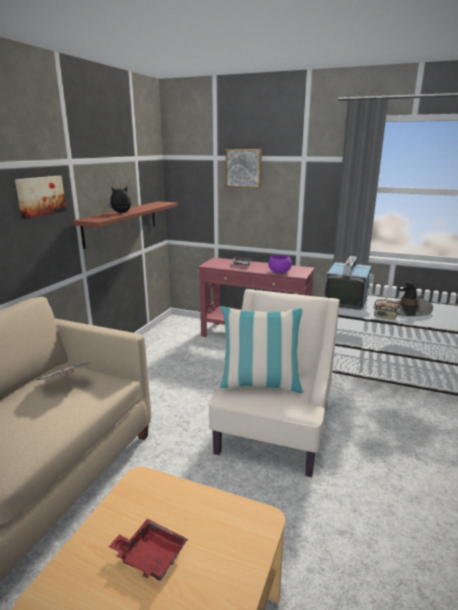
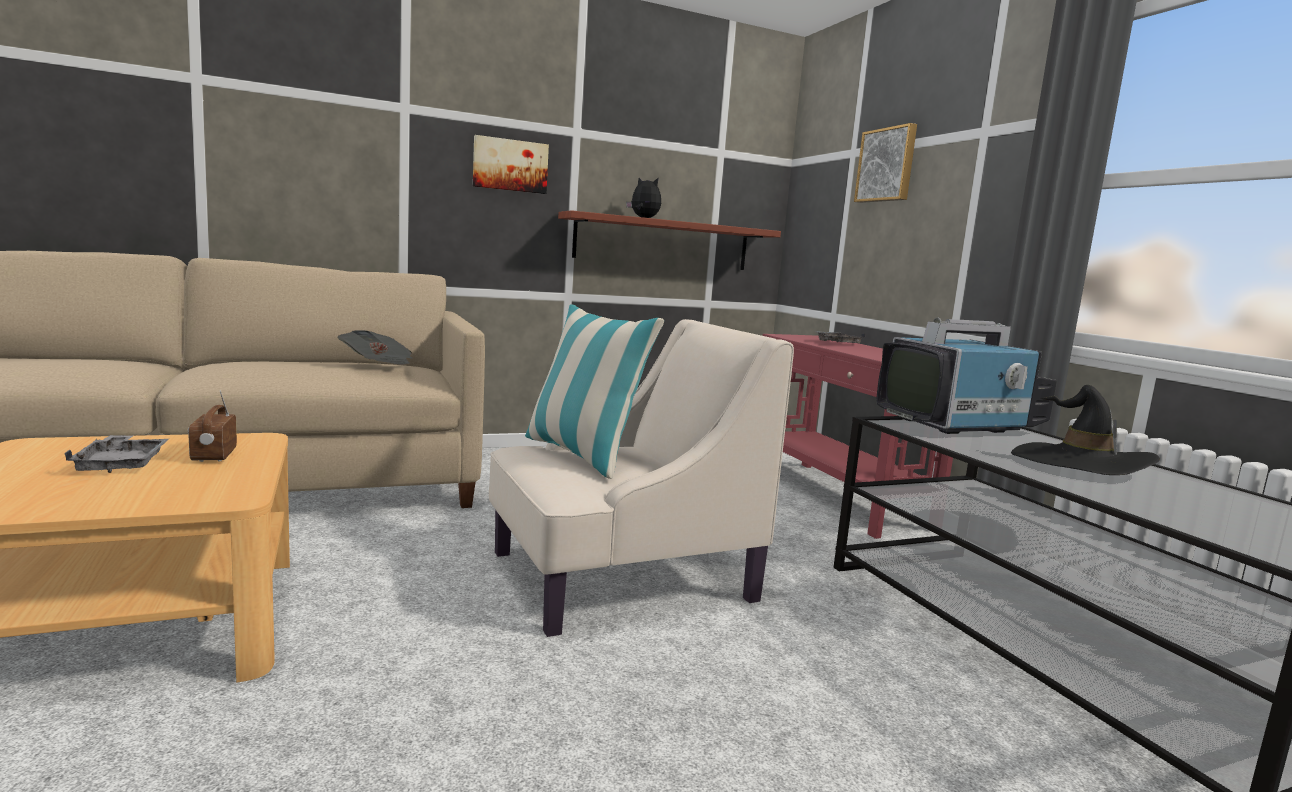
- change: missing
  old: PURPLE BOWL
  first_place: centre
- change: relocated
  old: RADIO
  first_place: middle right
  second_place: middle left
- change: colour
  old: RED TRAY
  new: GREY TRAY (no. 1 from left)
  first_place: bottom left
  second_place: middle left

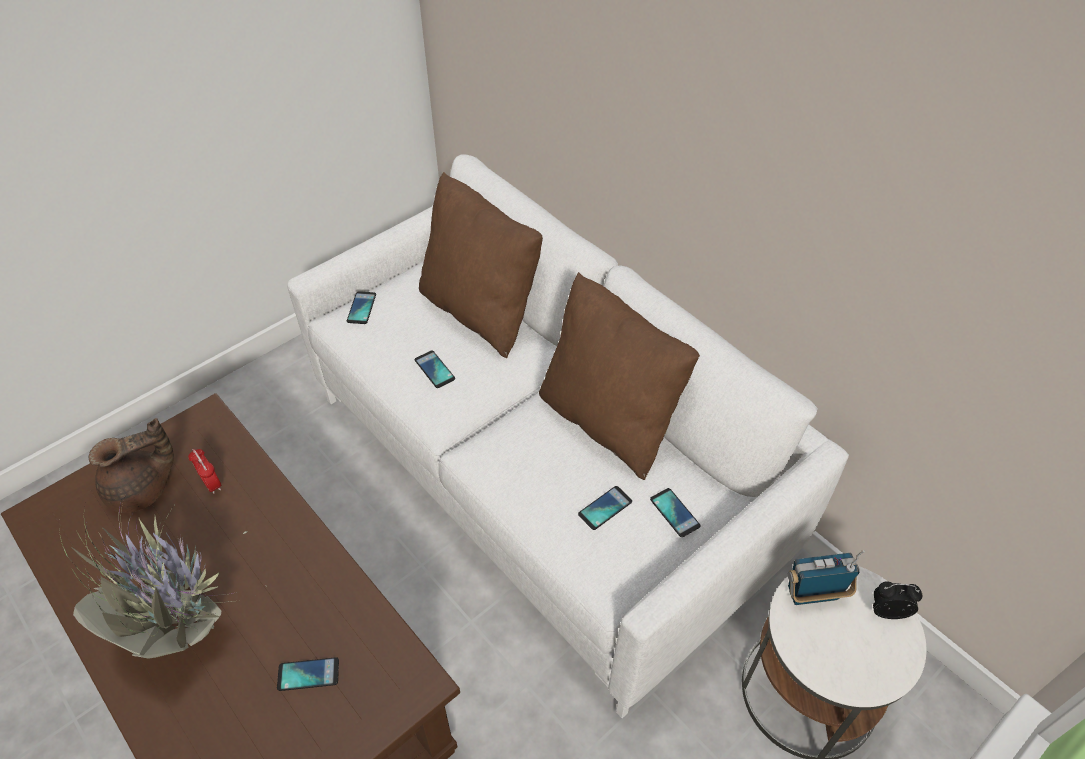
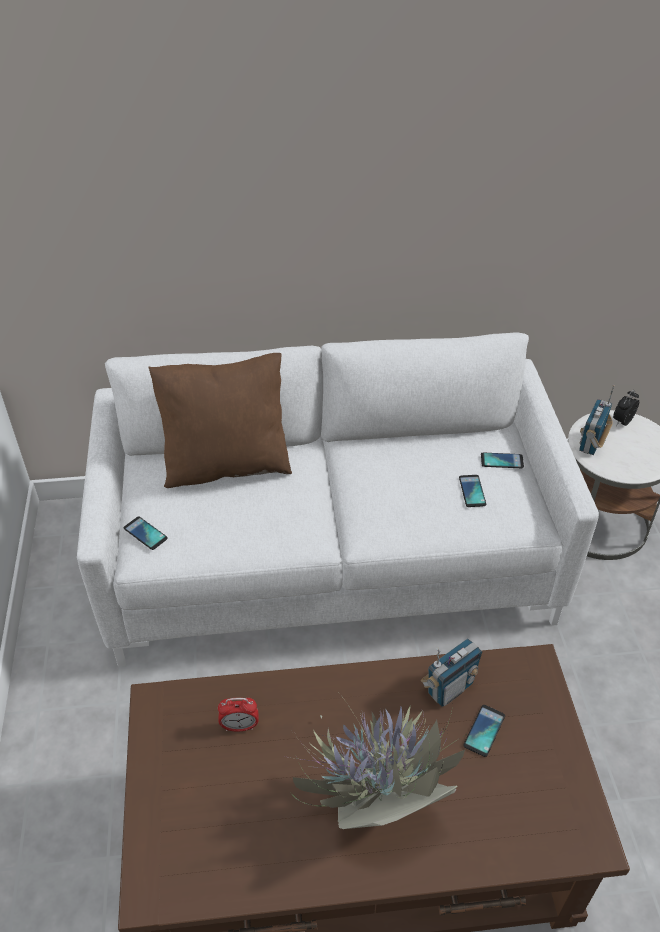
- change: missing
  old: BROWN TEAPOT
  first_place: middle left
- change: missing
  old: PHONE (no. 3 from left)
  first_place: centre
- change: missing
  old: BROWN PILLOW (no. 2 from left)
  first_place: centre
- change: appeared
  new: RADIO (no. 1 from left)
  second_place: bottom right

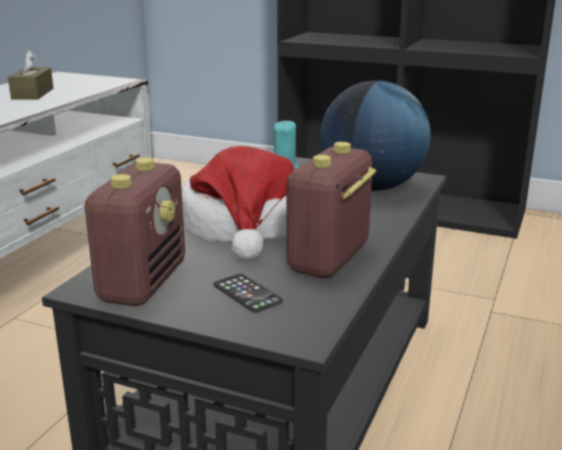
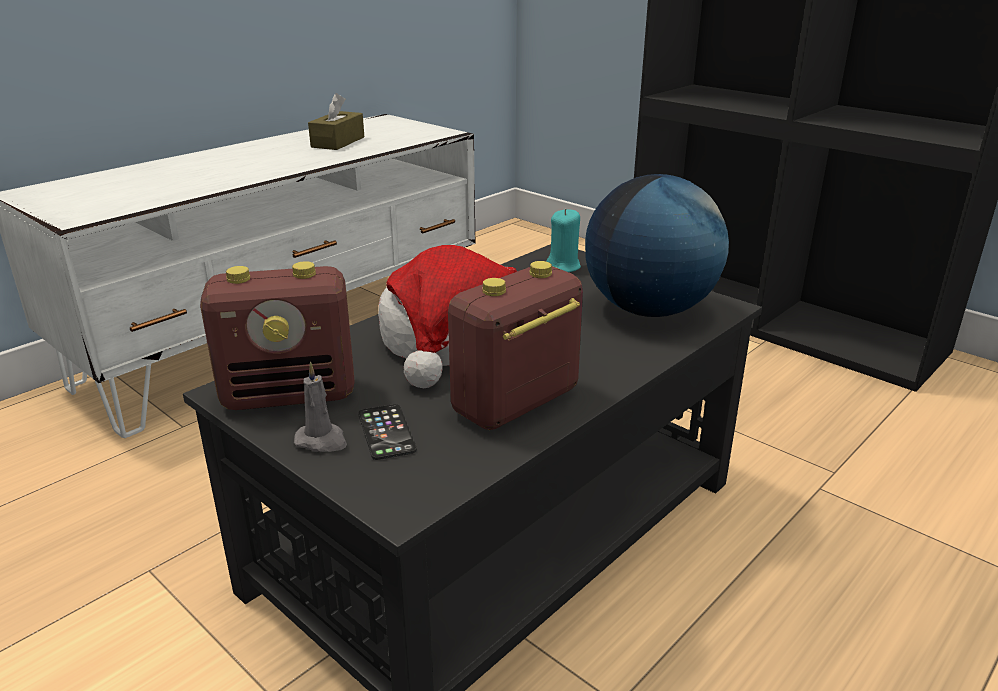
- change: appeared
  new: GREY CANDLE
  second_place: middle left
- change: spun
  old: RADIO (no. 1 from left)
  first_place: middle left
  second_place: middle left
  degrees: 45

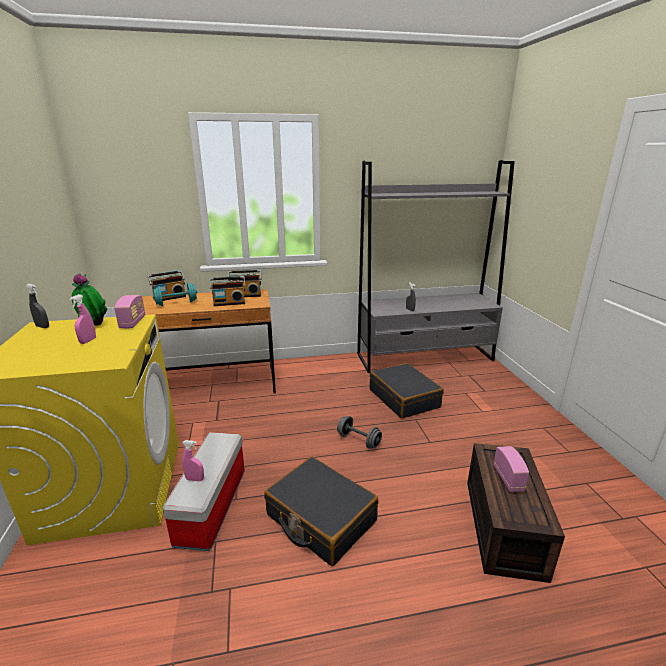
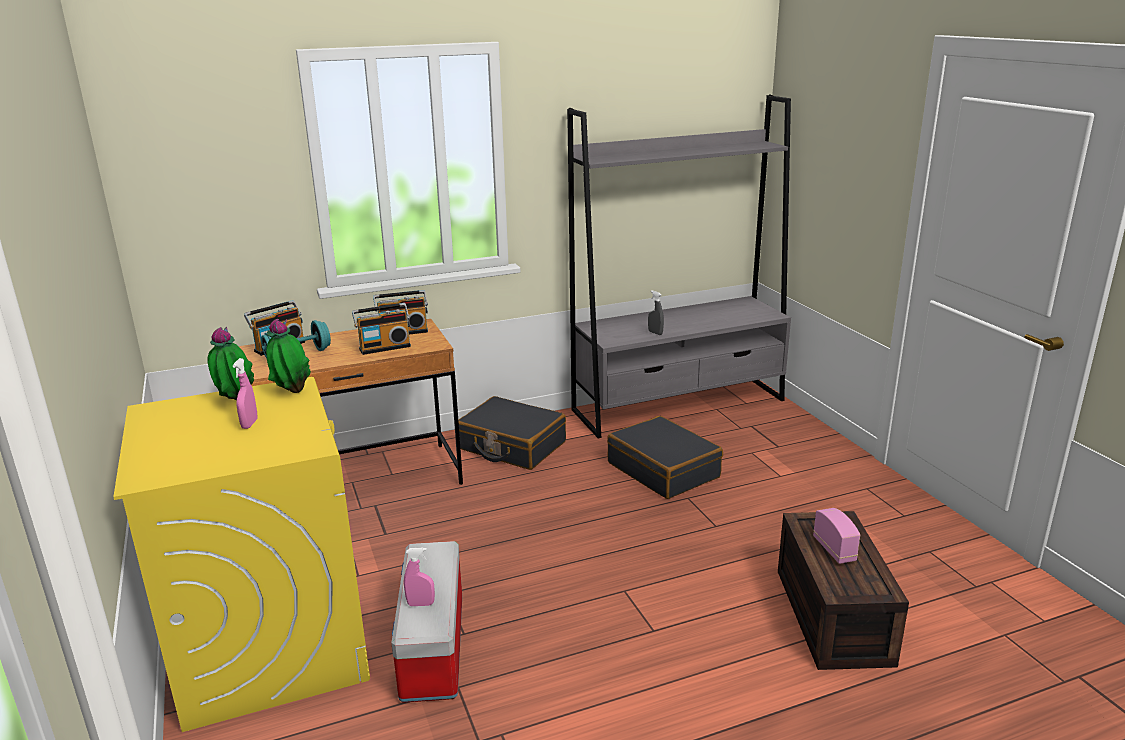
- change: missing
  old: GREY SPRAY BOTTLE (no. 1 from left)
  first_place: middle left
- change: missing
  old: GREY DUMBBELL
  first_place: centre
- change: relocated
  old: BLACK SUITCASE (no. 1 from left)
  first_place: bottom centre
  second_place: centre
- change: exchanged
  old: RADIO (no. 1 from left)
  new: POTTED PLANT (no. 2 from left)
  first_place: middle left
  second_place: middle left

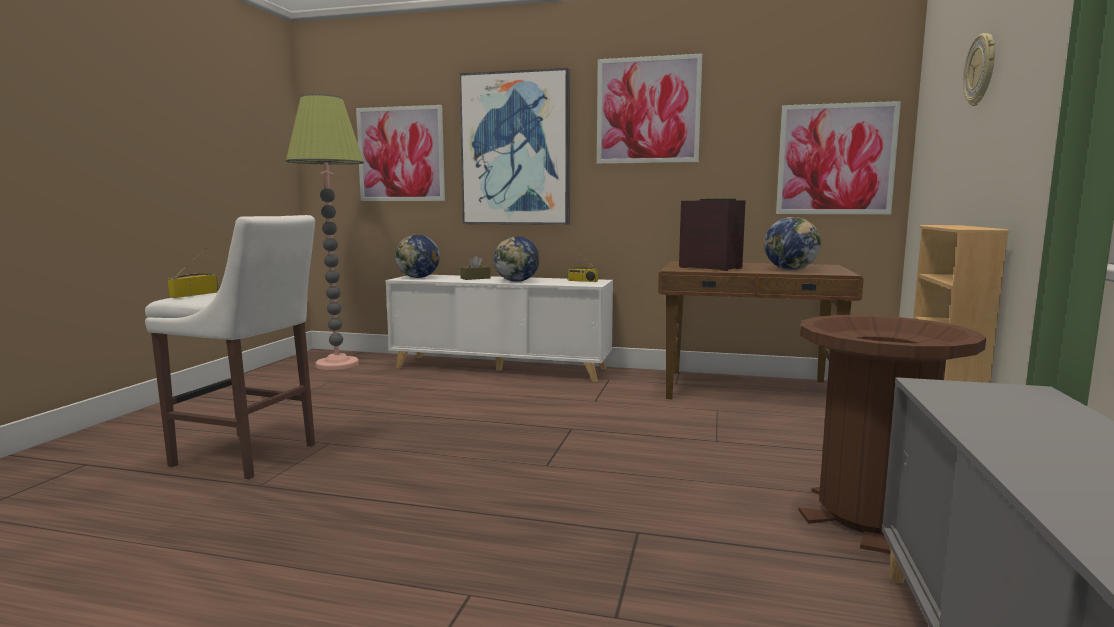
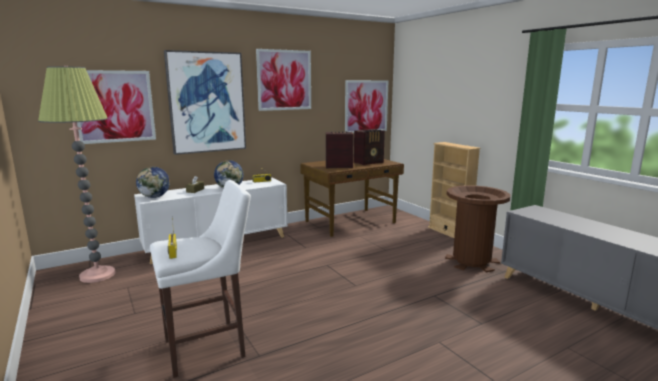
- change: missing
  old: WALL CLOCK
  first_place: top right
- change: exchanged
  old: GLOBE (no. 3 from left)
  new: RADIO (no. 4 from left)
  first_place: middle right
  second_place: centre

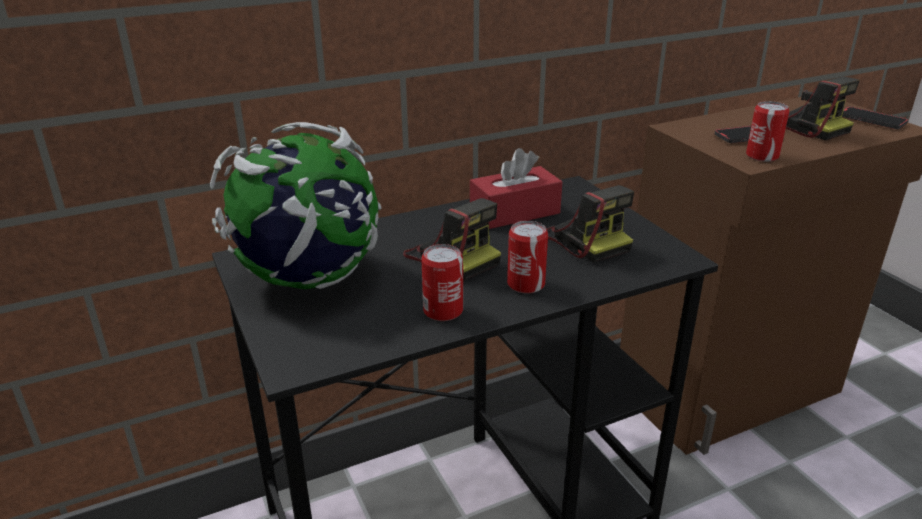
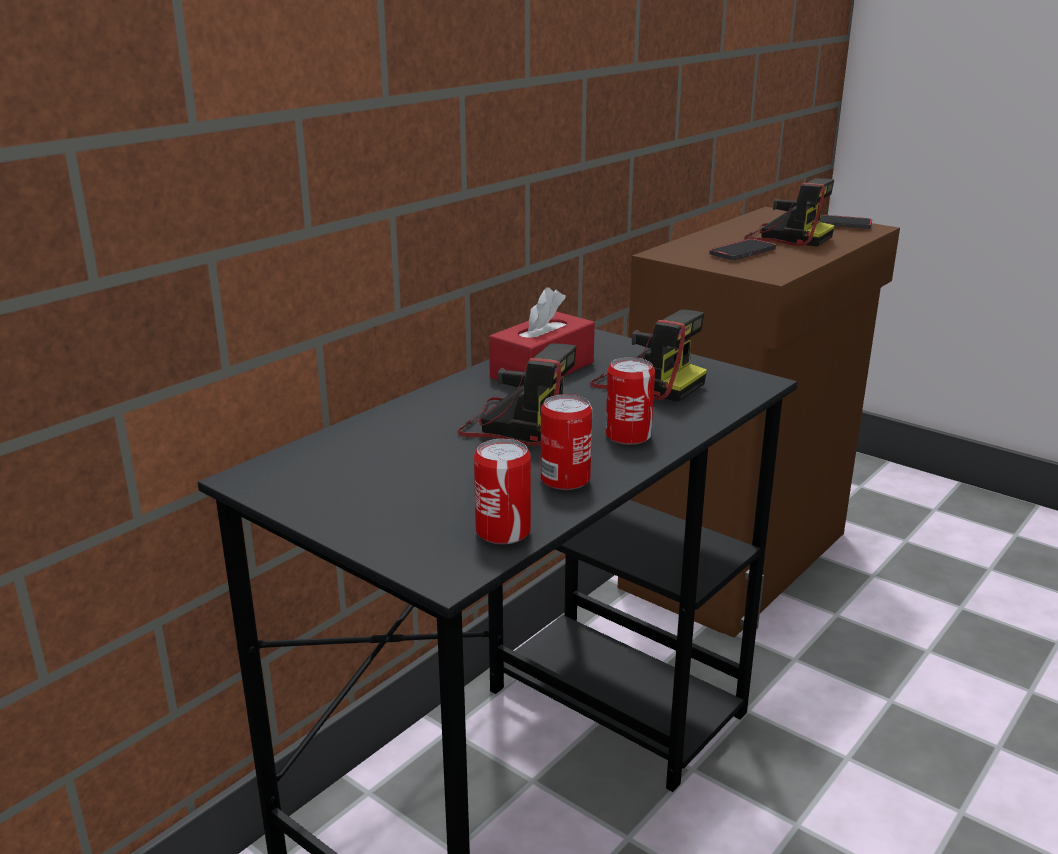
- change: missing
  old: GLOBE
  first_place: middle left
- change: relocated
  old: CAN (no. 3 from left in the first image)
  new: CAN (no. 1 from left)
  first_place: top right
  second_place: centre

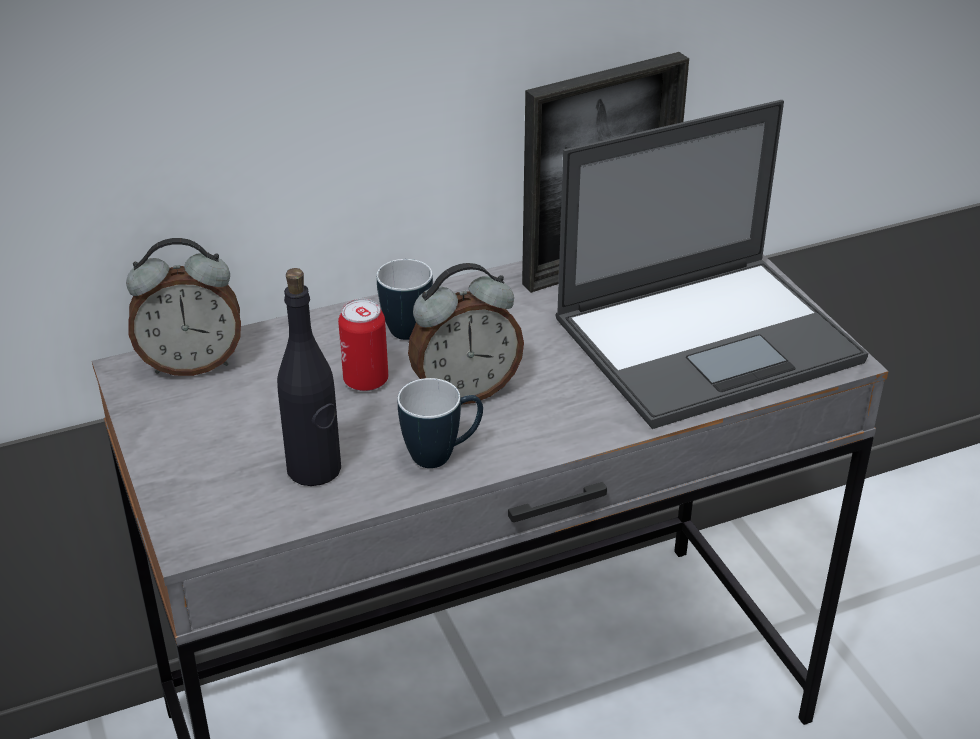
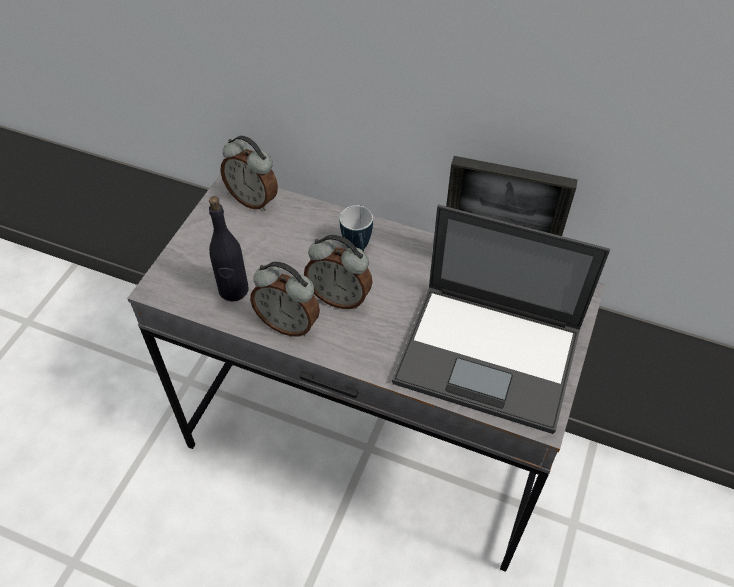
- change: missing
  old: CAN
  first_place: centre
- change: exchanged
  old: MUG (no. 2 from left)
  new: ALARM CLOCK (no. 2 from left)
  first_place: centre
  second_place: centre

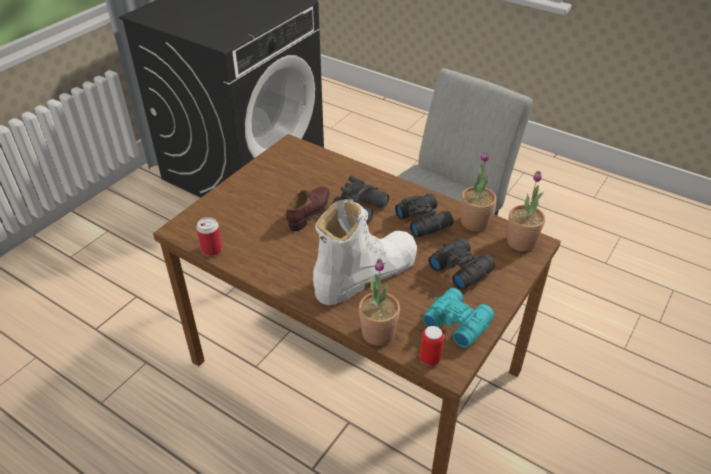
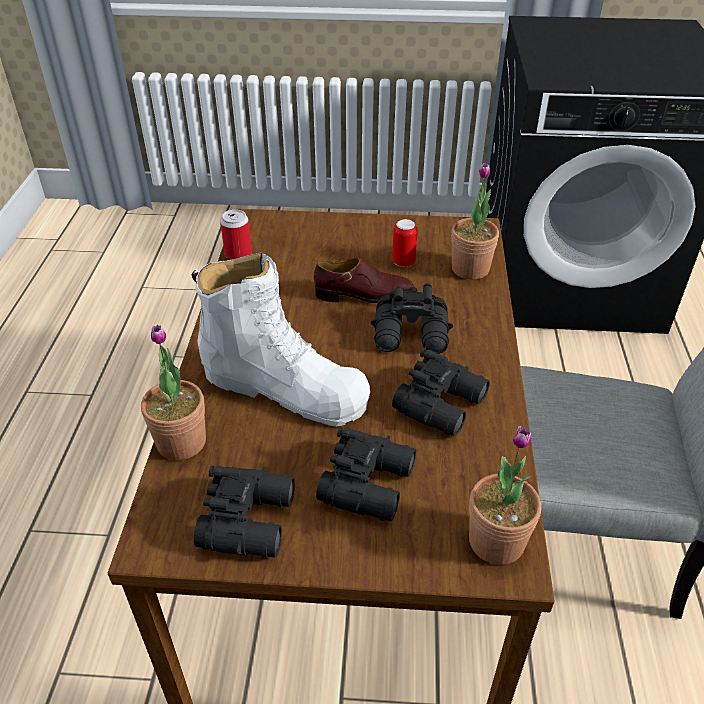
- change: relocated
  old: CAN (no. 2 from left)
  first_place: bottom centre
  second_place: centre
- change: relocated
  old: POTTED PLANT (no. 2 from left)
  first_place: middle right
  second_place: top right
- change: colour
  old: TURQUOISE BINOCULARS
  new: BLACK BINOCULARS (no. 1 from left)
  first_place: bottom centre
  second_place: bottom centre

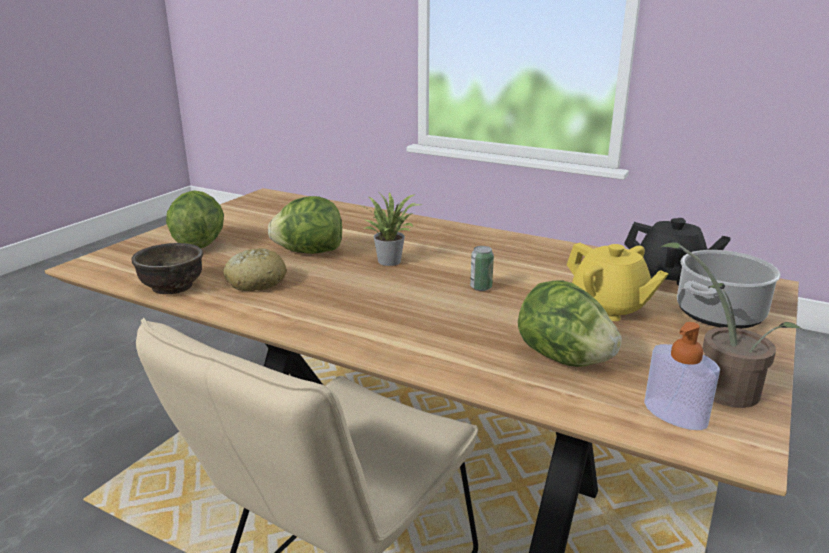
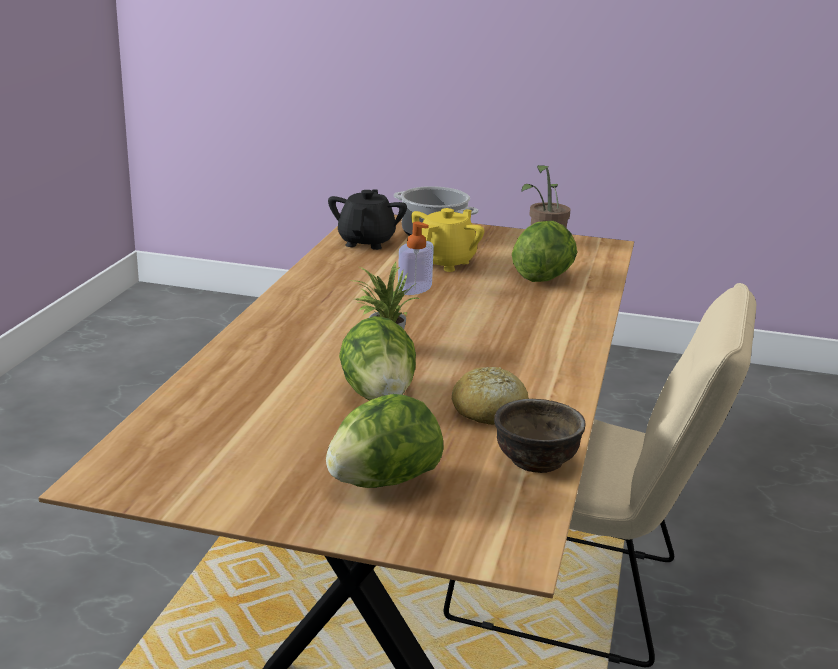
- change: missing
  old: CAN
  first_place: centre
- change: relocated
  old: SOAP DISPENSER
  first_place: bottom right
  second_place: centre

